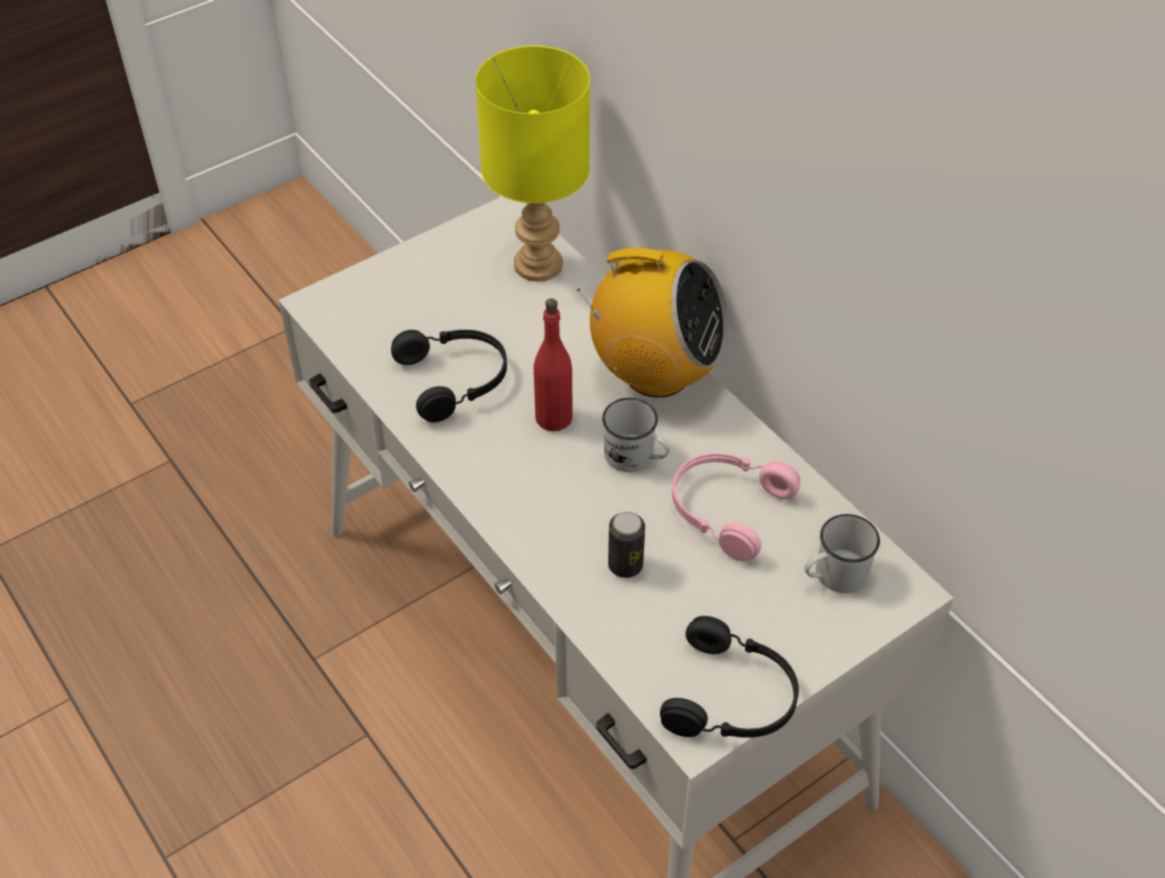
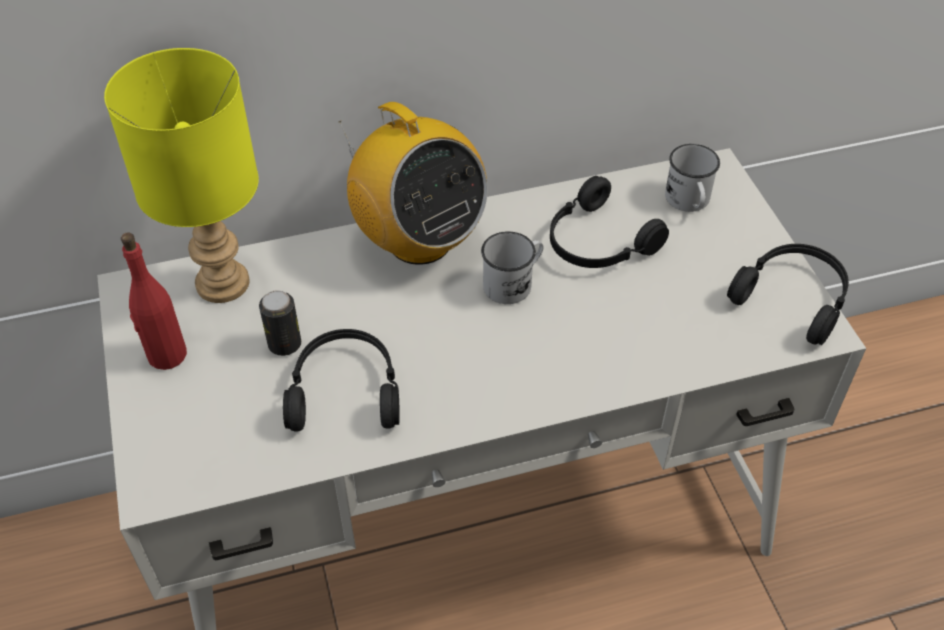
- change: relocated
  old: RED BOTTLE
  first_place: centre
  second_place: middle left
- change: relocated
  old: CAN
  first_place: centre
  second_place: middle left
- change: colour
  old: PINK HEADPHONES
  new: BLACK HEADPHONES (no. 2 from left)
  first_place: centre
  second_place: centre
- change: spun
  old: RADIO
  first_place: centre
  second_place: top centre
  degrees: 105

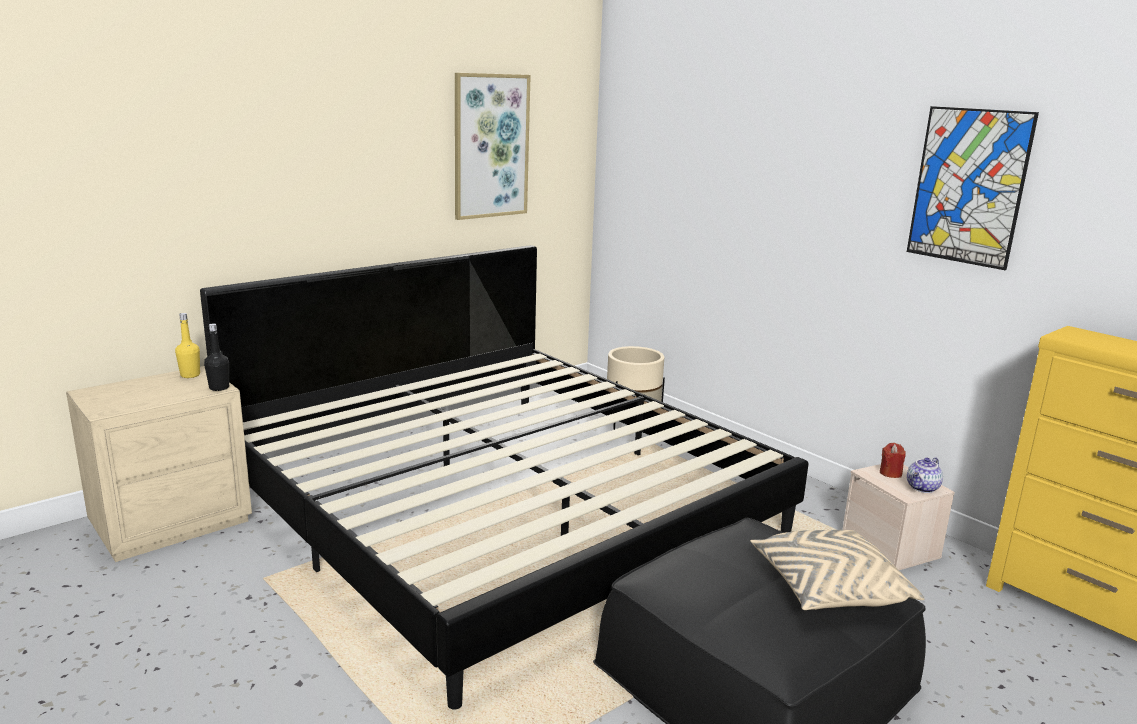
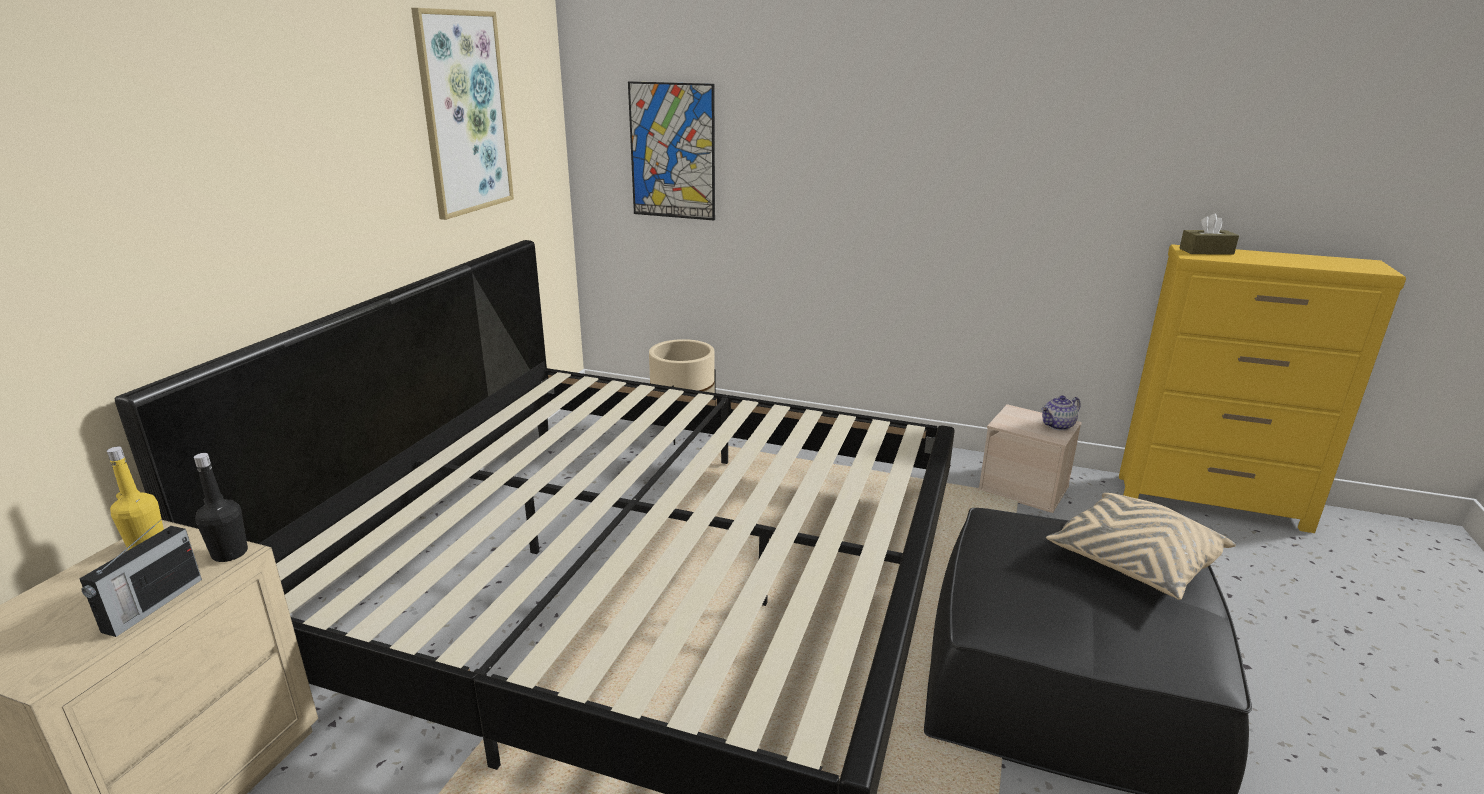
- change: missing
  old: RED CANDLE
  first_place: middle right
- change: appeared
  new: RADIO
  second_place: bottom left
- change: appeared
  new: BROWN TISSUE BOX
  second_place: top right
- change: relocated
  old: PICTURE (no. 2 from left)
  first_place: top right
  second_place: top centre
- change: spun
  old: TEAPOT
  first_place: middle right
  second_place: middle right
  degrees: 45

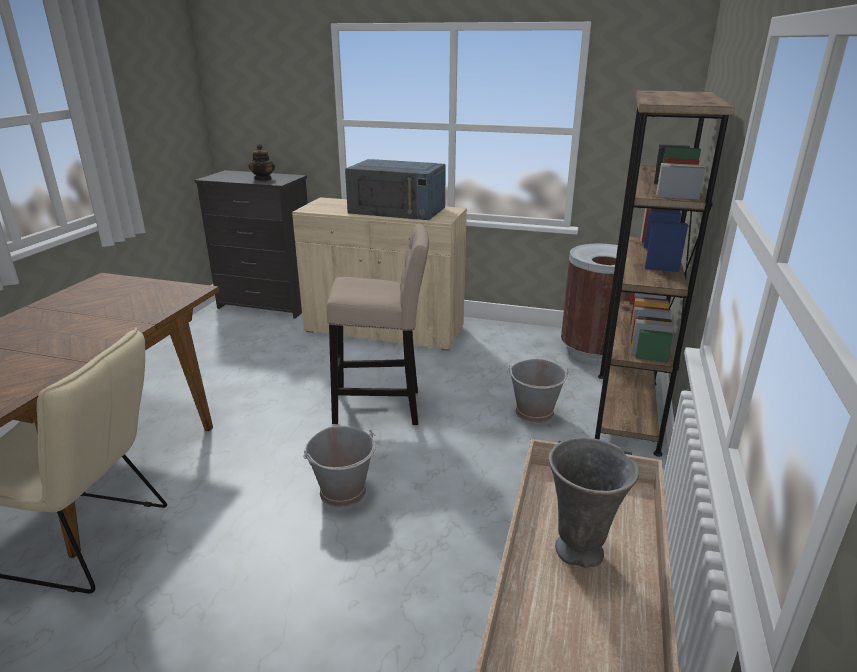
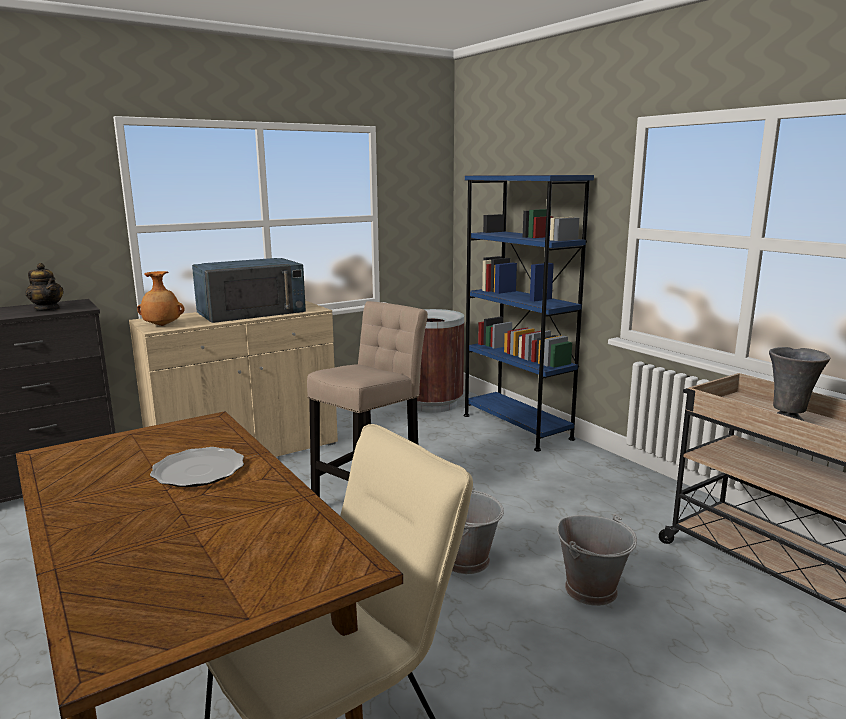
- change: appeared
  new: BROWN VASE
  second_place: middle left
- change: appeared
  new: PLATE
  second_place: middle left
- change: relocated
  old: GREY BUCKET (no. 2 from left)
  first_place: centre
  second_place: bottom right
- change: colour
  old: BROWN BOOKCASE
  new: BLUE BOOKCASE
  first_place: middle right
  second_place: centre

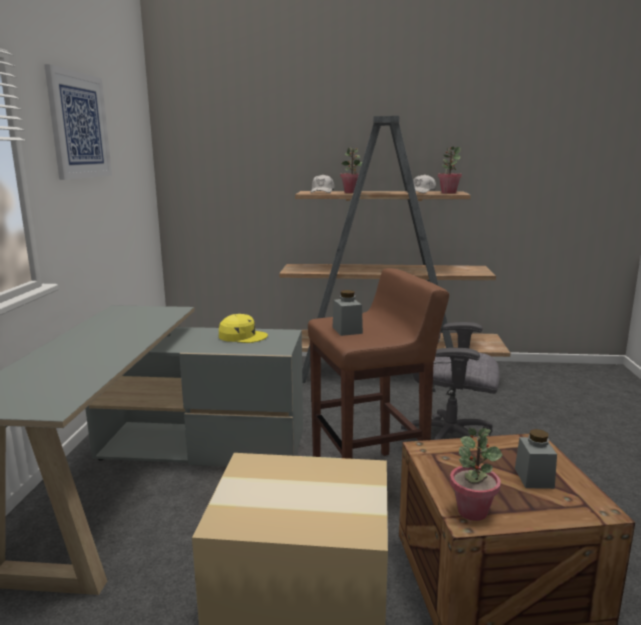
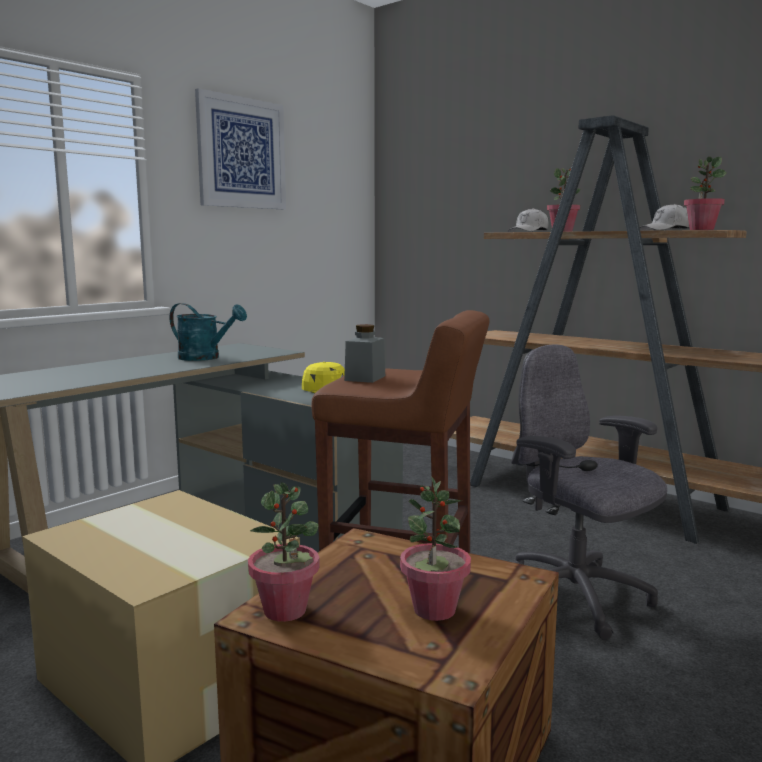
- change: appeared
  new: TURQUOISE WATERING CAN
  second_place: middle left
- change: exchanged
  old: GREY JAR (no. 2 from left)
  new: POTTED PLANT (no. 2 from left)
  first_place: bottom right
  second_place: bottom centre

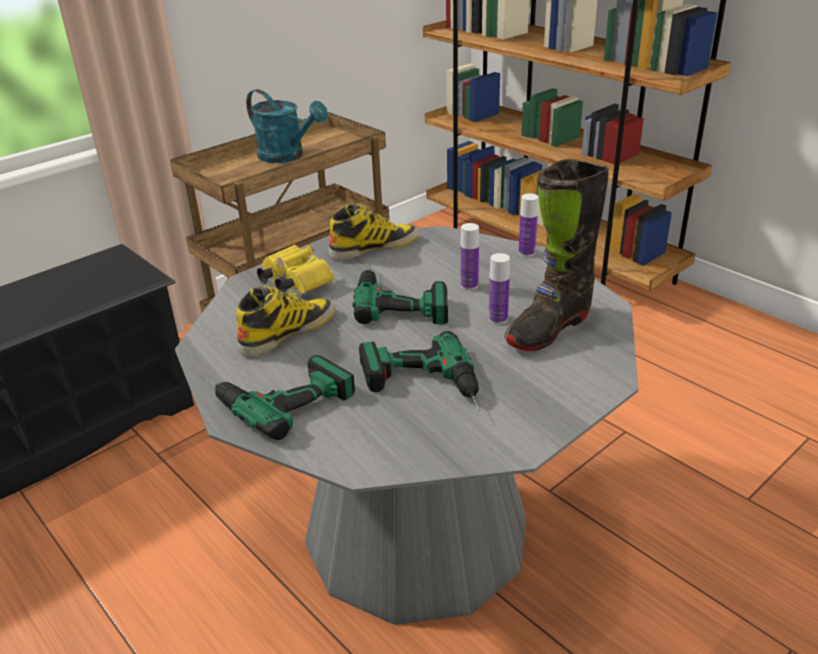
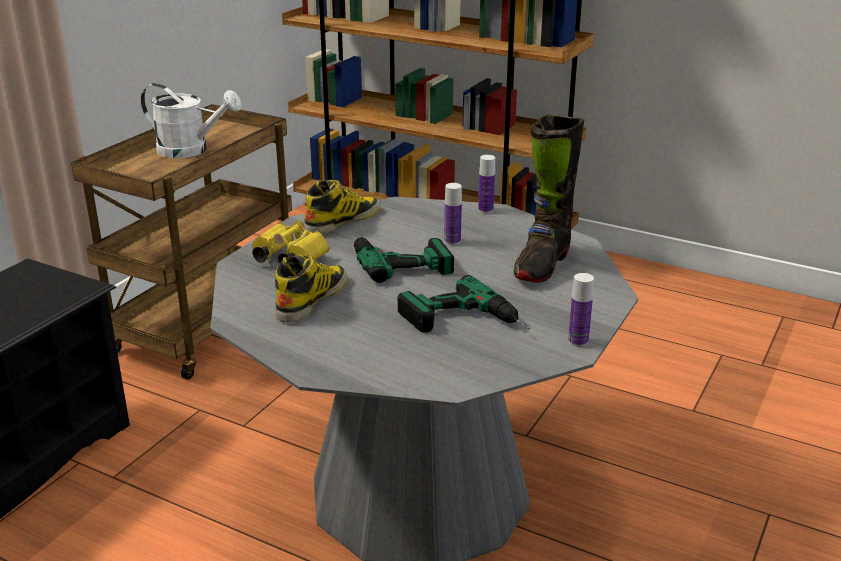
- change: missing
  old: POWER DRILL (no. 1 from left)
  first_place: centre
- change: relocated
  old: BOTTLE (no. 2 from left in the first image)
  new: BOTTLE (no. 3 from left)
  first_place: centre
  second_place: middle right
- change: colour
  old: TURQUOISE WATERING CAN
  new: WHITE WATERING CAN
  first_place: top centre
  second_place: top left

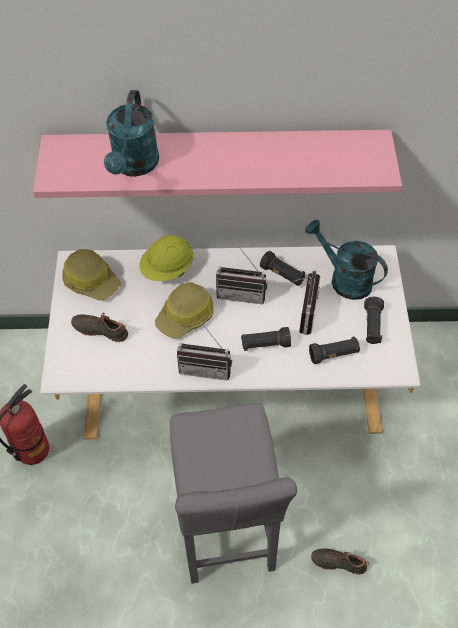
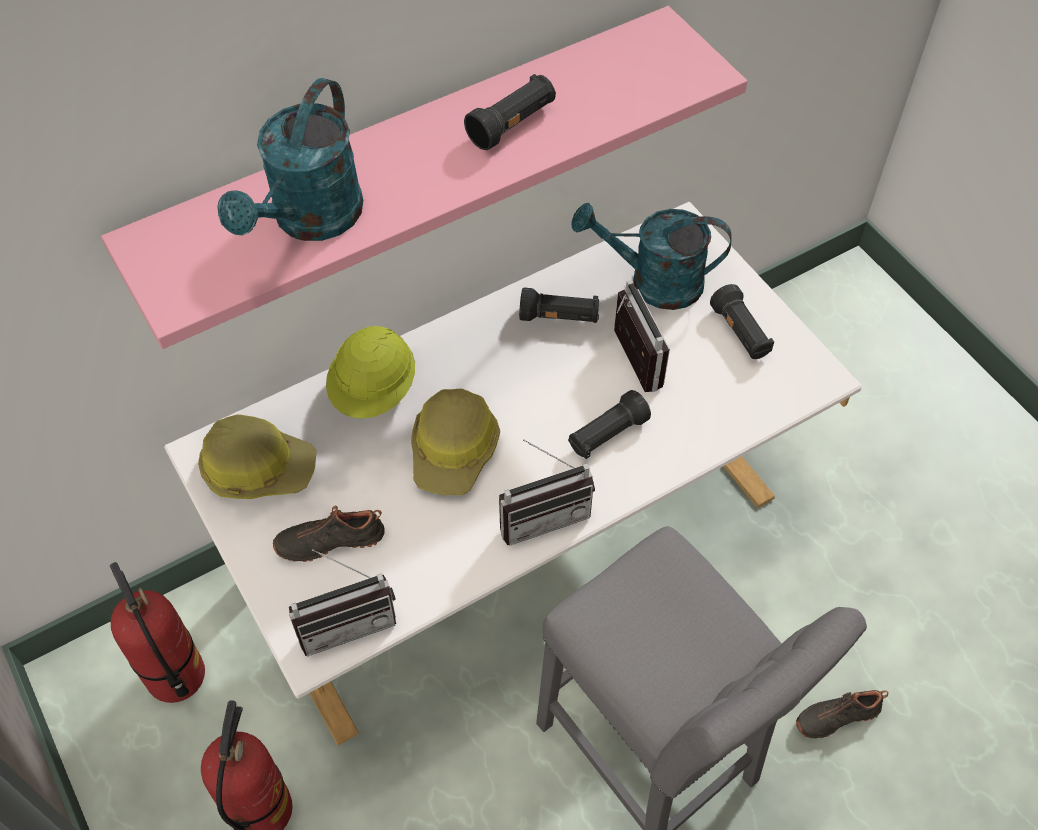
- change: appeared
  new: FIRE EXTINGUISHER (no. 1 from left)
  second_place: bottom left
- change: relocated
  old: RADIO (no. 2 from left in the first image)
  new: RADIO (no. 1 from left)
  first_place: centre
  second_place: bottom left
- change: relocated
  old: BLACK FLASHLIGHT (no. 3 from left in the first image)
  new: BLACK FLASHLIGHT (no. 1 from left)
  first_place: middle right
  second_place: top centre
- change: spun
  old: TURQUOISE WATERING CAN (no. 1 from left)
  first_place: top left
  second_place: top left
  degrees: 45

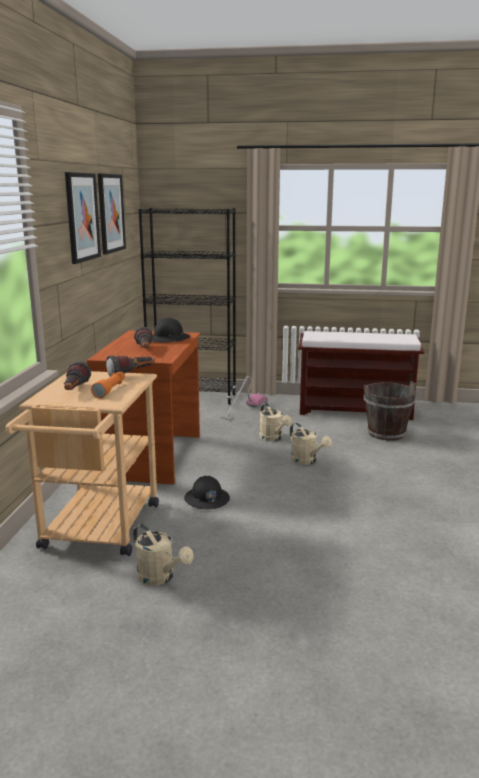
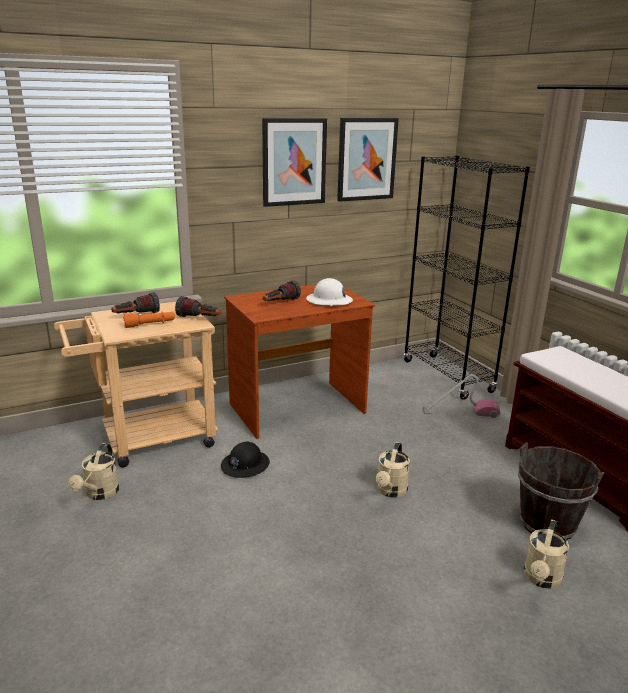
- change: relocated
  old: BEIGE WATERING CAN (no. 2 from left in the first image)
  new: BEIGE WATERING CAN (no. 3 from left)
  first_place: centre
  second_place: bottom right
- change: colour
  old: BLACK HARD HAT (no. 1 from left)
  new: WHITE HARD HAT
  first_place: centre
  second_place: centre

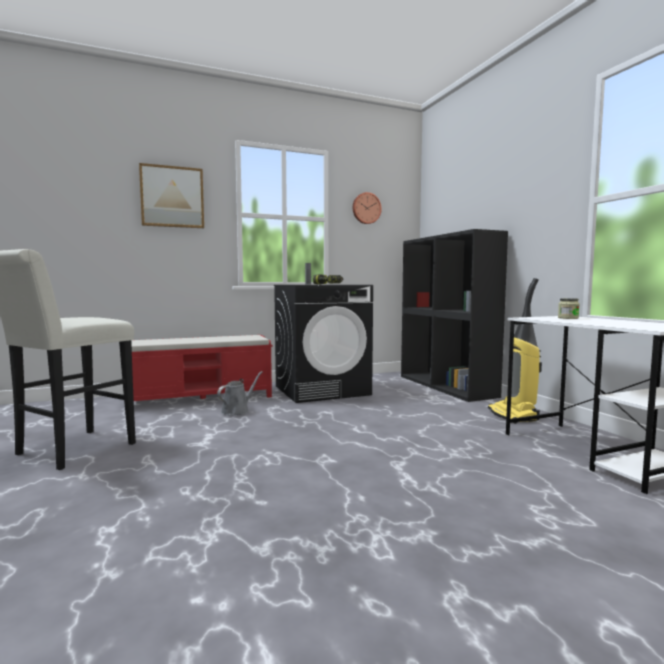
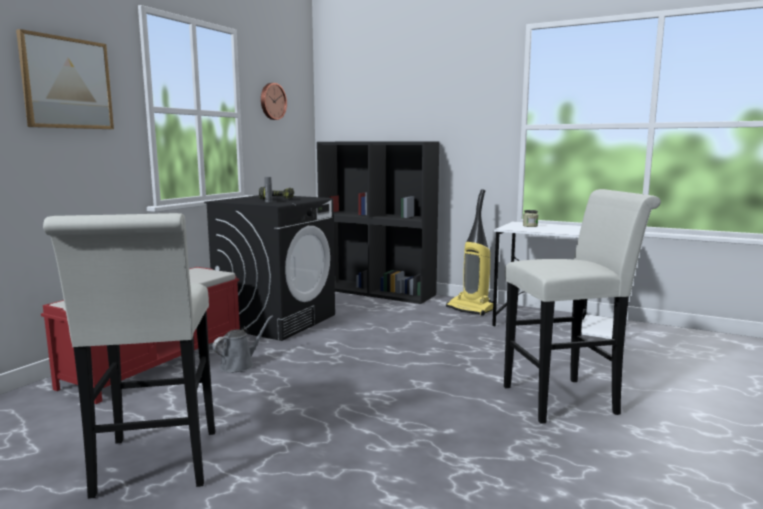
- change: appeared
  new: WHITE STOOL (no. 2 from left)
  second_place: middle right
- change: spun
  old: GREY WATERING CAN
  first_place: centre
  second_place: bottom left
  degrees: 45

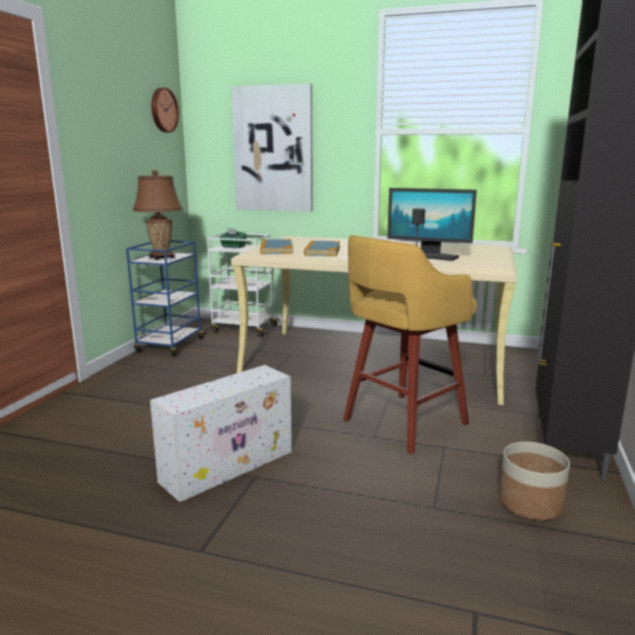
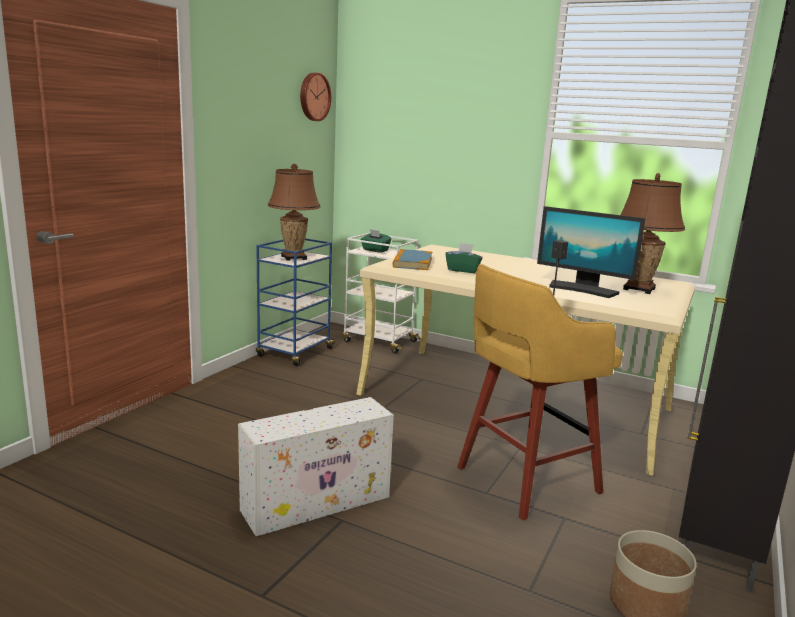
- change: missing
  old: PICTURE
  first_place: top centre
- change: appeared
  new: BROWN TABLE LAMP (no. 2 from left)
  second_place: middle right
- change: exchanged
  old: BOOK (no. 2 from left)
  new: GREEN TISSUE BOX (no. 2 from left)
  first_place: centre
  second_place: centre

